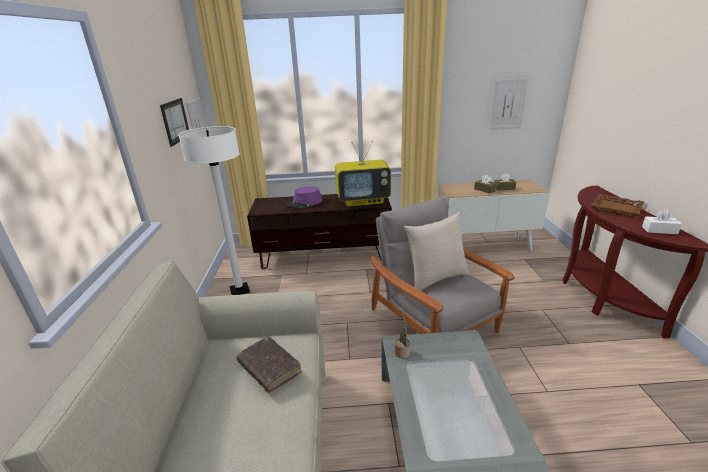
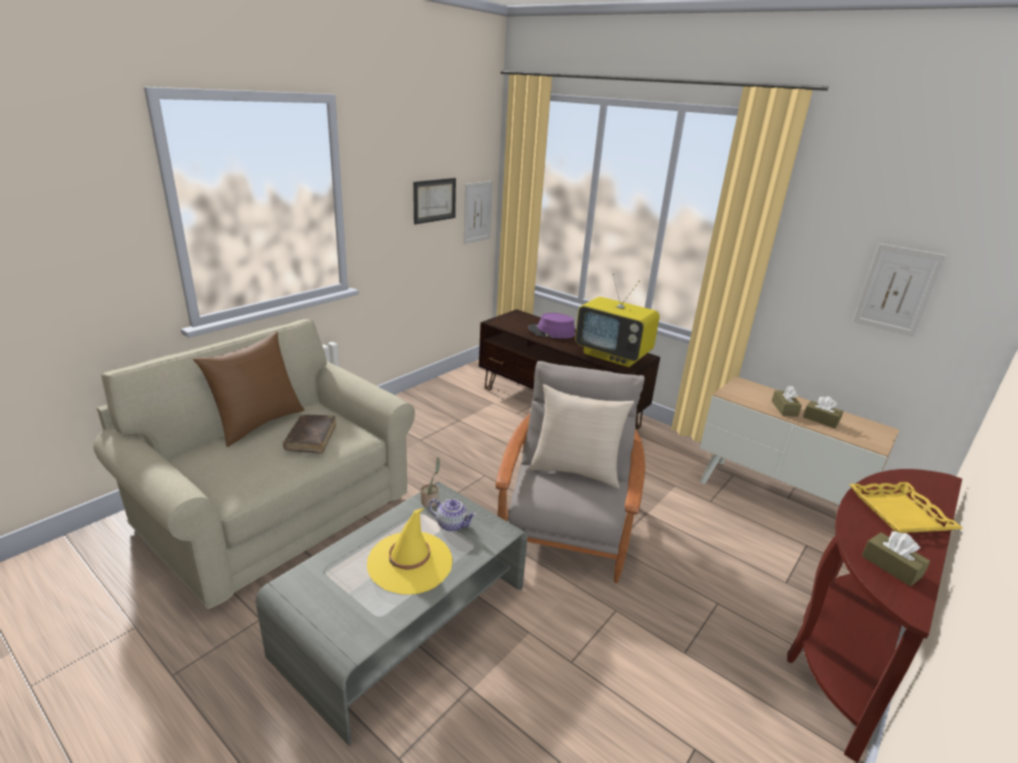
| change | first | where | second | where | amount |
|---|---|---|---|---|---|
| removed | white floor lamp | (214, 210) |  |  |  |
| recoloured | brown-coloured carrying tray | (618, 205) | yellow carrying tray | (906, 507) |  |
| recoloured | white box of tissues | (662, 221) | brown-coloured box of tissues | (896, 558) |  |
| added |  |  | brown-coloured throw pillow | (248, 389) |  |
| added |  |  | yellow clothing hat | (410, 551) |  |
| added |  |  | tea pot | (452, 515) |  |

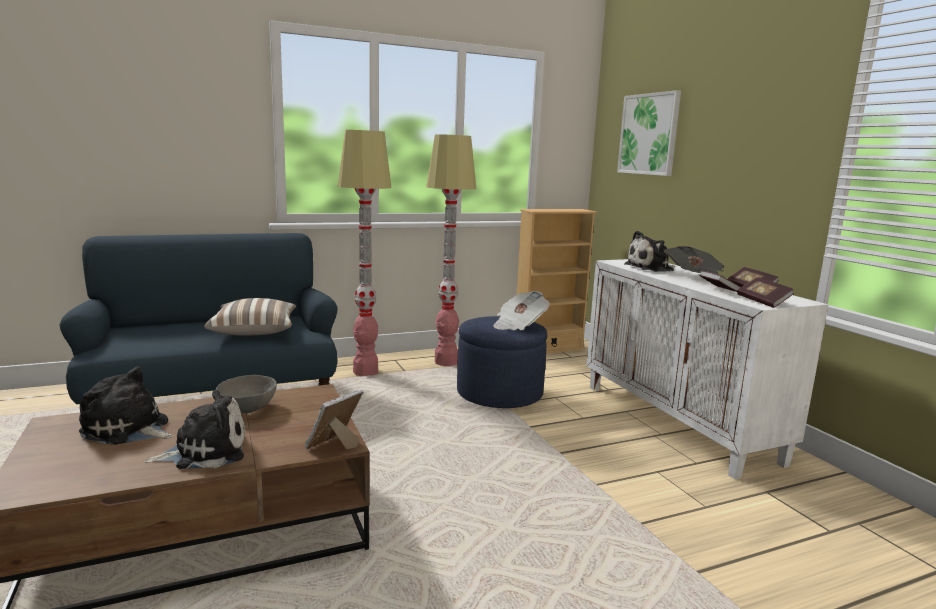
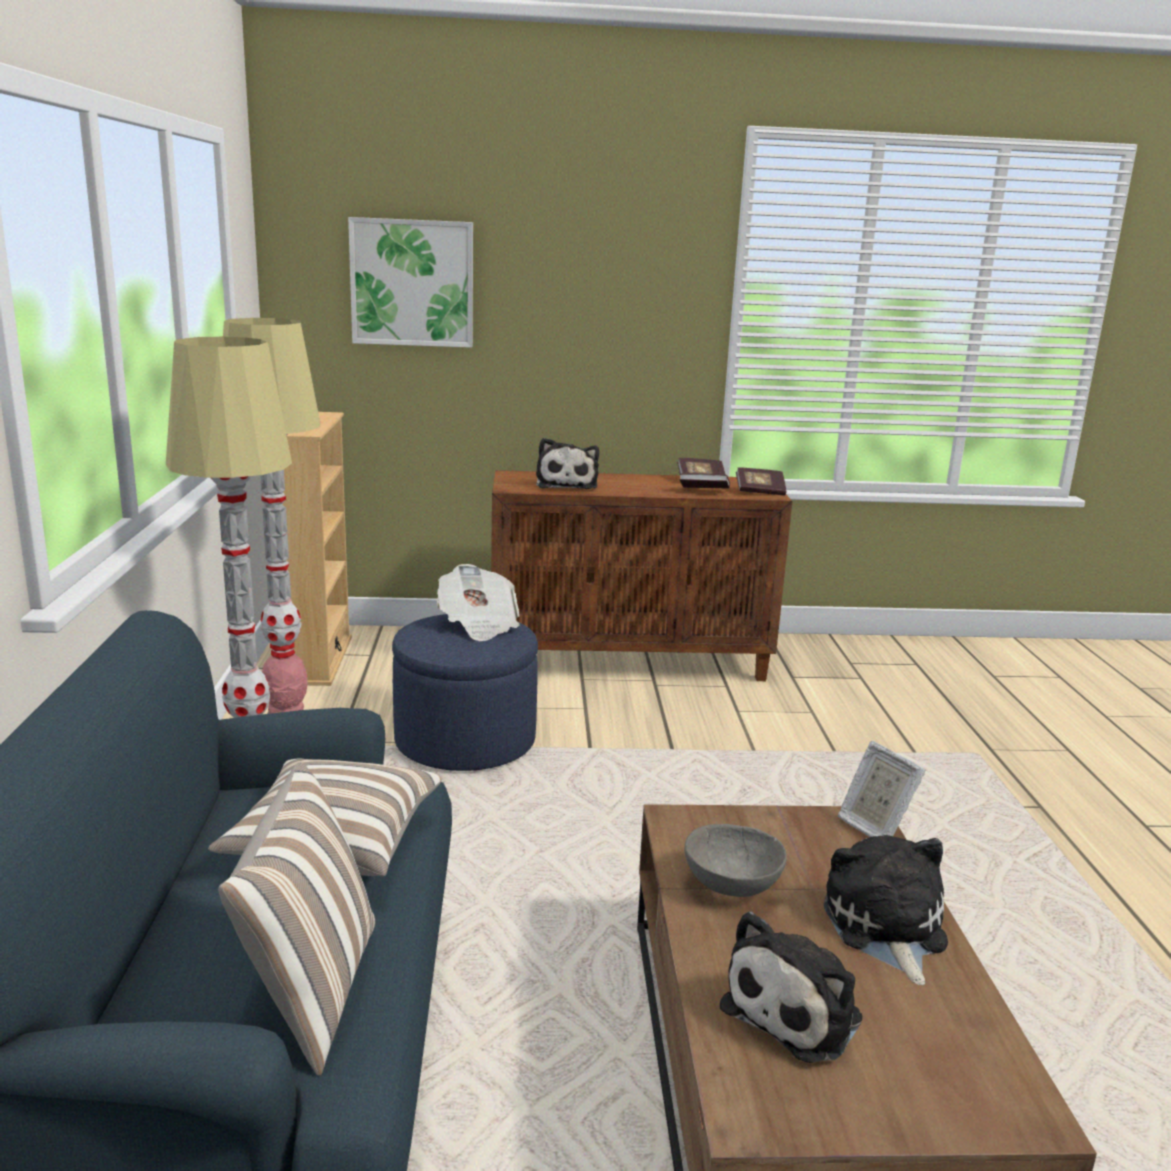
| change | first | where | second | where | amount |
|---|---|---|---|---|---|
| recoloured | white cabinet | (707, 369) | brown-coloured cabinet | (642, 575) |  |
| removed | daily paper | (694, 260) |  |  |  |
| added |  |  | throw pillow | (296, 918) |  |

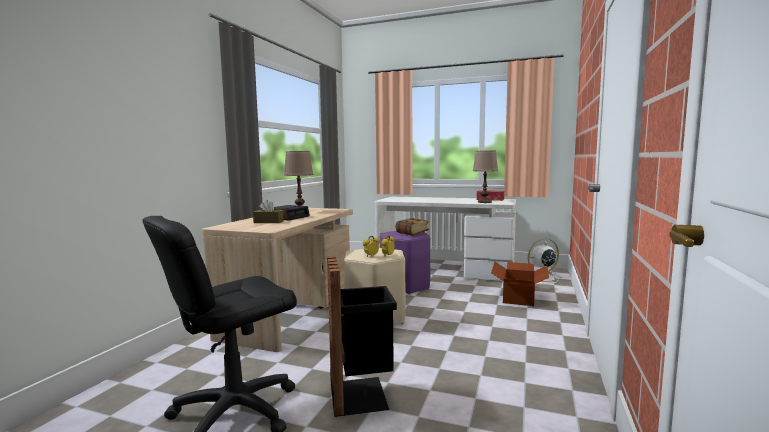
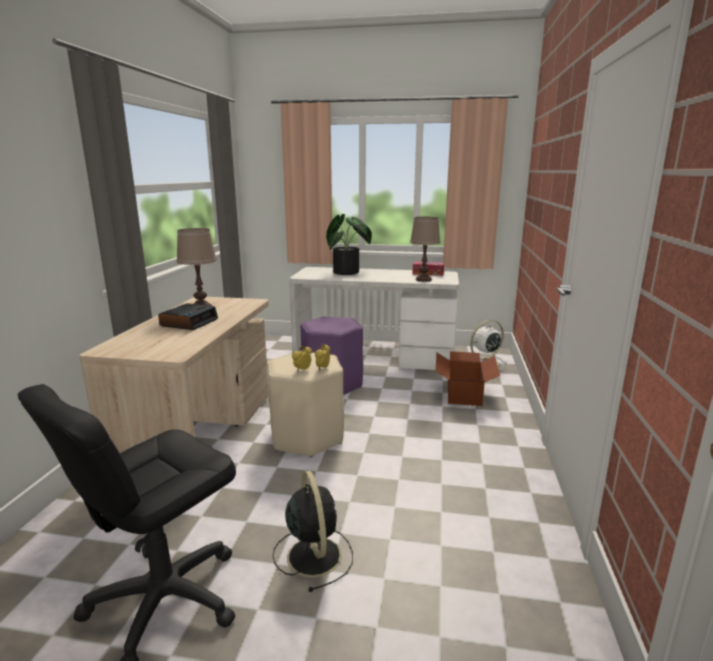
| change | first | where | second | where | amount |
|---|---|---|---|---|---|
| removed | brown-coloured box of tissues | (268, 211) |  |  |  |
| replaced | black waste bin | (362, 336) | black fan | (313, 531) |  |
| removed | bound book | (412, 227) |  |  |  |
| added |  |  | plant in a pot | (349, 244) |  |

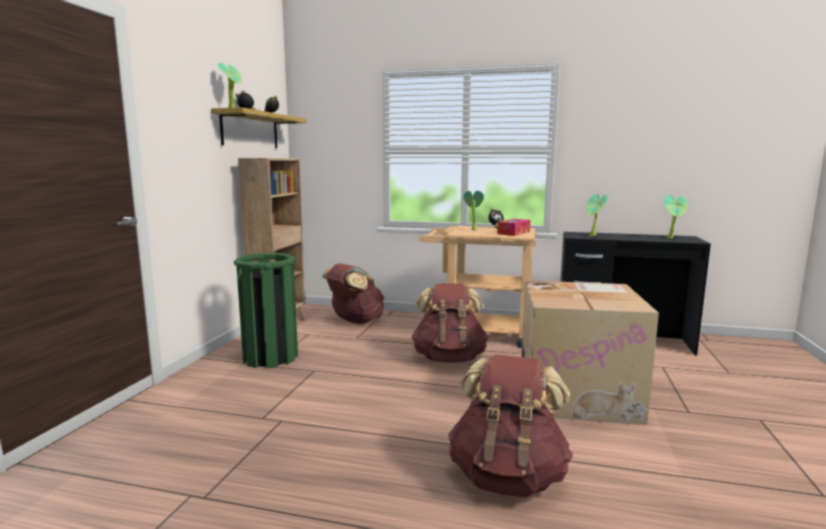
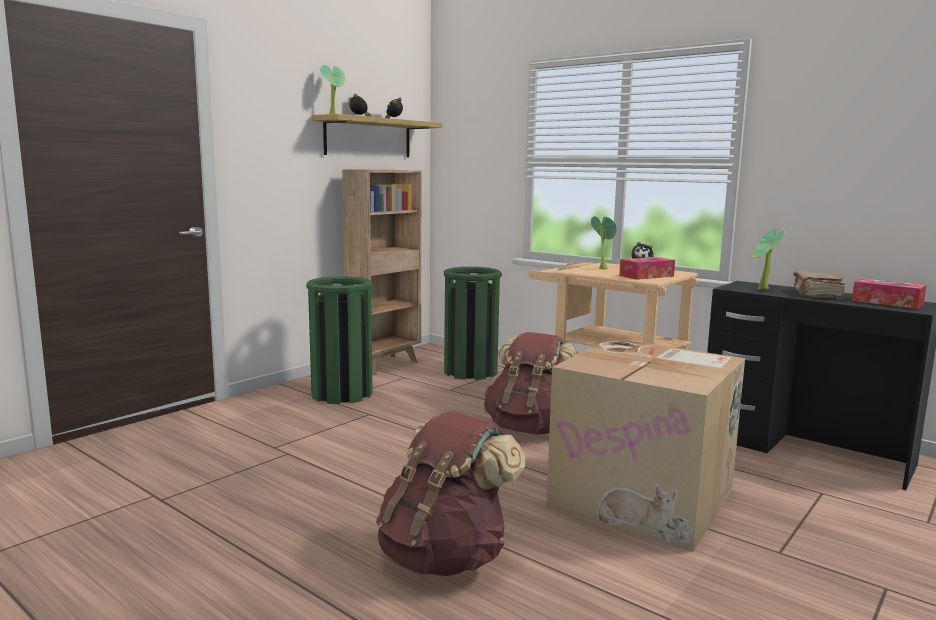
| change | first | where | second | where | amount |
|---|---|---|---|---|---|
| replaced | brown-coloured backpack | (353, 293) | greenish waste bin | (473, 323) |  |
| replaced | plant in a pot | (676, 216) | box of tissues | (889, 293) |  |
| added |  |  | brown-coloured bound book | (819, 285) |  |

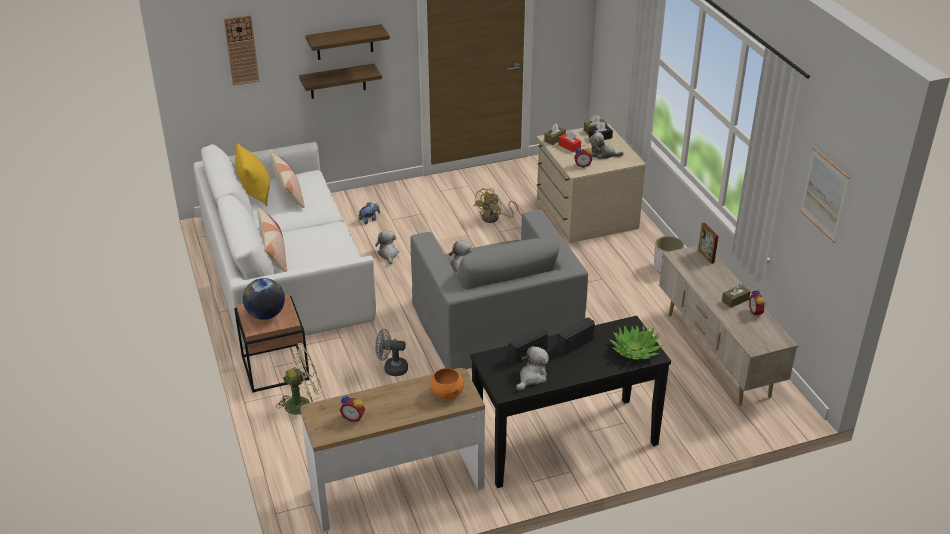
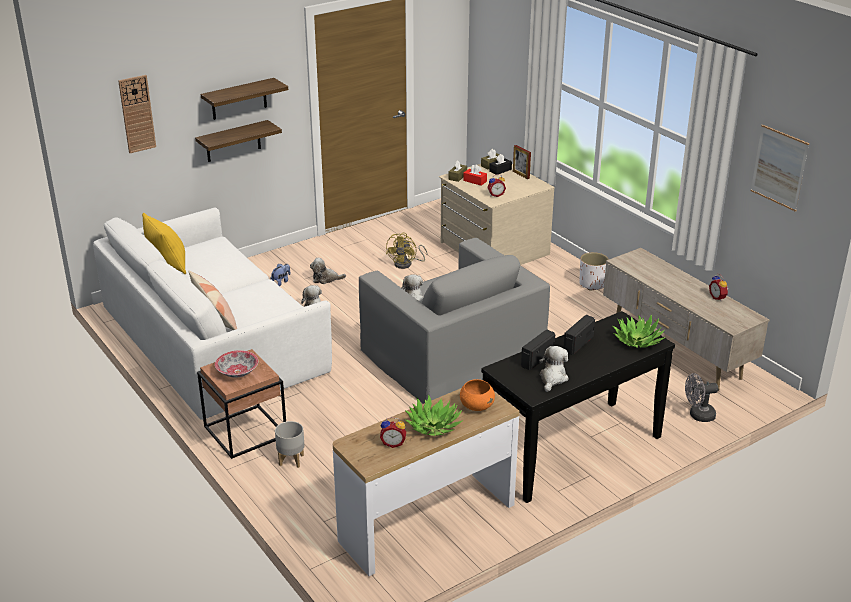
| change | first | where | second | where | amount |
|---|---|---|---|---|---|
| replaced | world globe | (264, 299) | bowl | (237, 364) |  |
| removed | throw pillow | (287, 179) |  |  |  |
| replaced | greenish fan | (299, 379) | gray plant pot | (290, 444) |  |
| moved | gray fan | (391, 352) |  | (701, 397) |  |
| moved | cuddly toy | (606, 145) |  | (328, 271) |  |
| moved | standing frame | (708, 243) |  | (522, 162) |  |
| removed | brown-coloured box of tissues | (736, 296) |  |  |  |
| added |  |  | plant in a pot | (434, 415) |  |

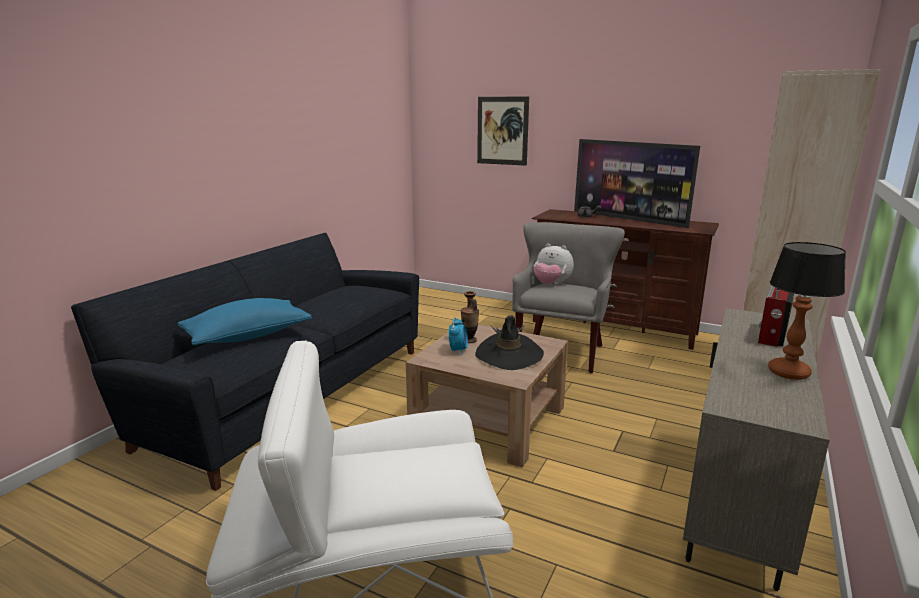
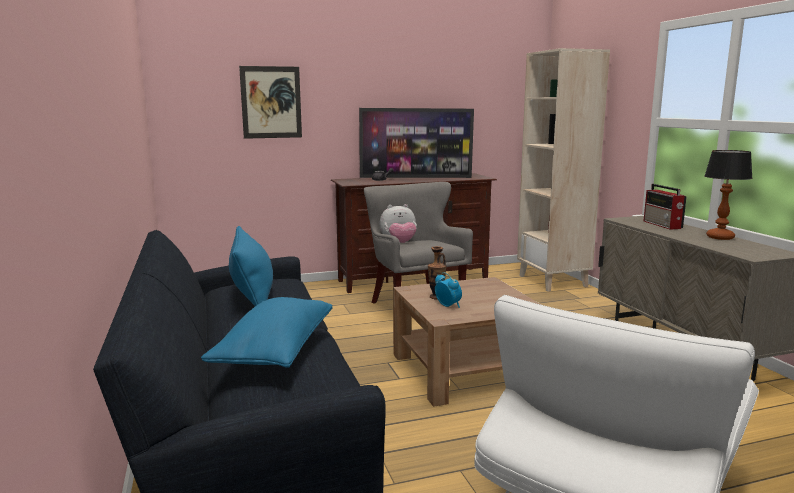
| change | first | where | second | where | amount |
|---|---|---|---|---|---|
| removed | black clothing hat | (509, 342) |  |  |  |
| added |  |  | blue-coloured throw pillow | (251, 266) |  |

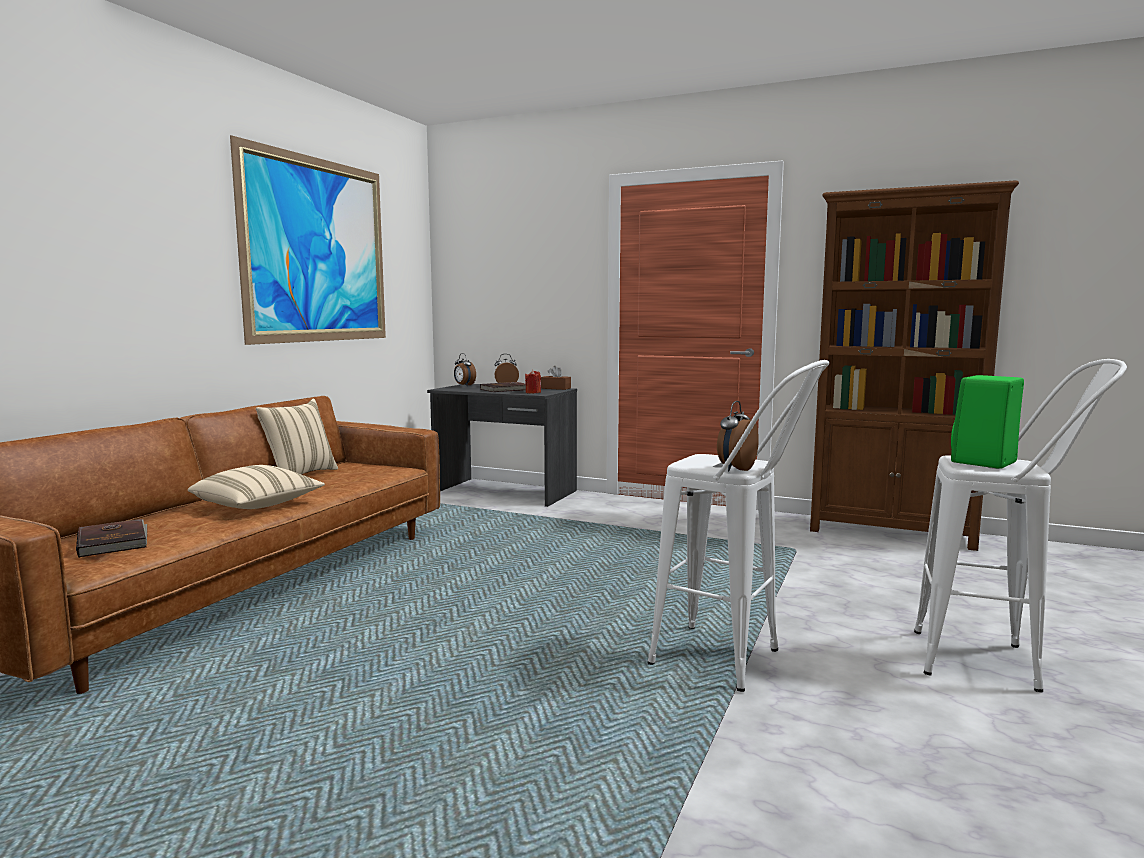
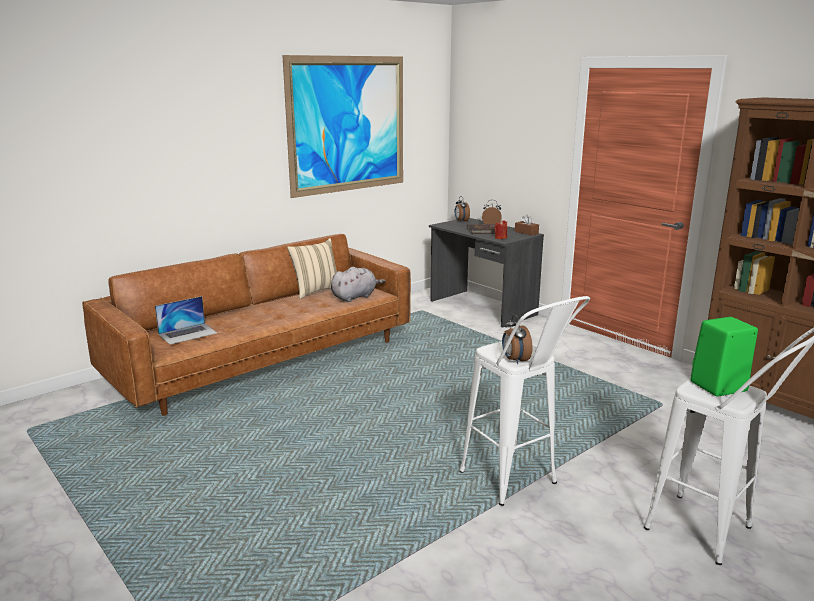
| change | first | where | second | where | amount |
|---|---|---|---|---|---|
| replaced | brown-coloured bound book | (111, 538) | portable computer | (186, 320) |  |
| removed | beige-coloured throw pillow | (256, 487) |  |  |  |
| turned | bedside clock | (738, 436) |  | (517, 339) | 75 degrees counterclockwise |
| added |  |  | gray cuddly toy | (358, 284) |  |

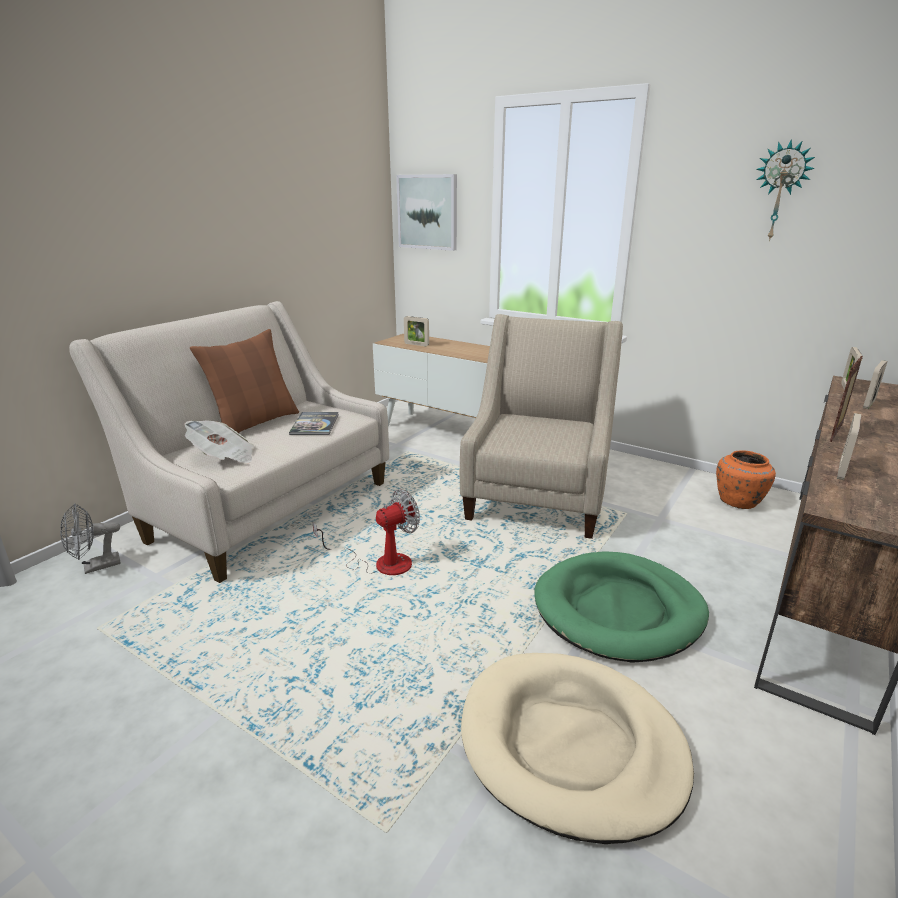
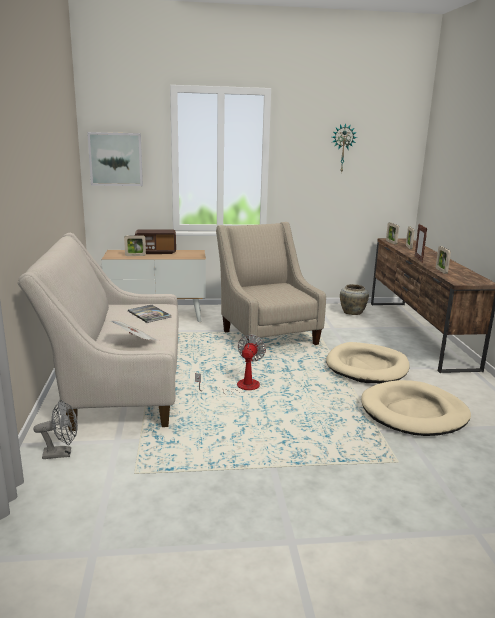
| change | first | where | second | where | amount |
|---|---|---|---|---|---|
| turned | gray fan | (90, 538) |  | (55, 429) | 120 degrees counterclockwise |
| removed | brown-coloured throw pillow | (244, 381) |  |  |  |
| recoloured | greenish dog bed | (621, 607) | beige-coloured dog bed | (368, 362) |  |
| recoloured | orange-coloured decorative vase | (746, 479) | beige-coloured decorative vase | (354, 299) |  |
| added |  |  | radio set | (155, 241) |  |

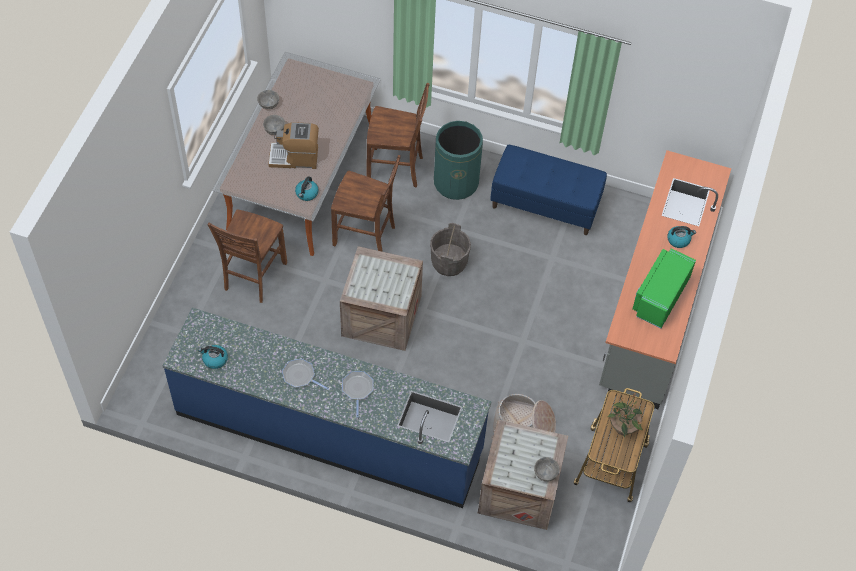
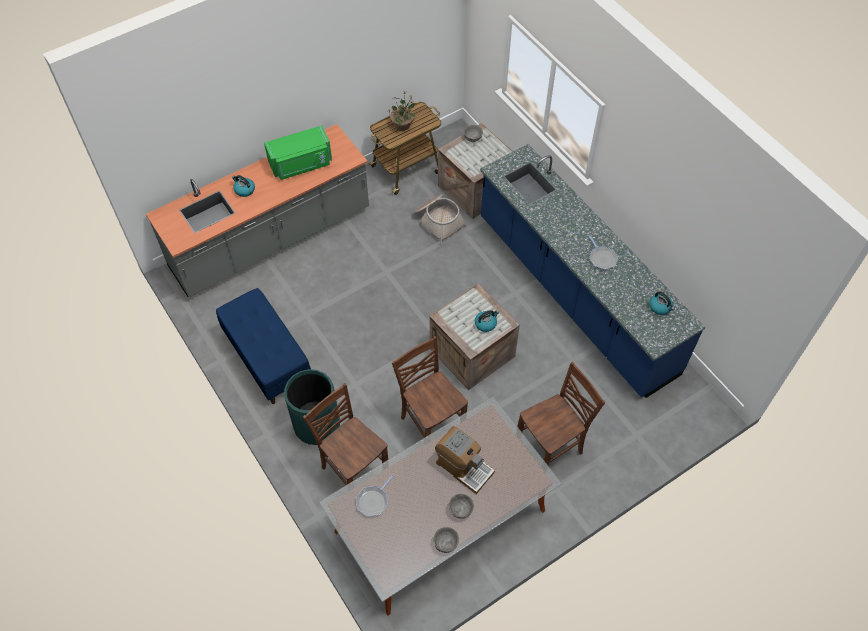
| change | first | where | second | where | amount |
|---|---|---|---|---|---|
| moved | kettle | (307, 188) |  | (487, 321) |  |
| moved | pan | (357, 394) |  | (375, 495) |  |
| removed | gray water bucket | (450, 249) |  |  |  |

